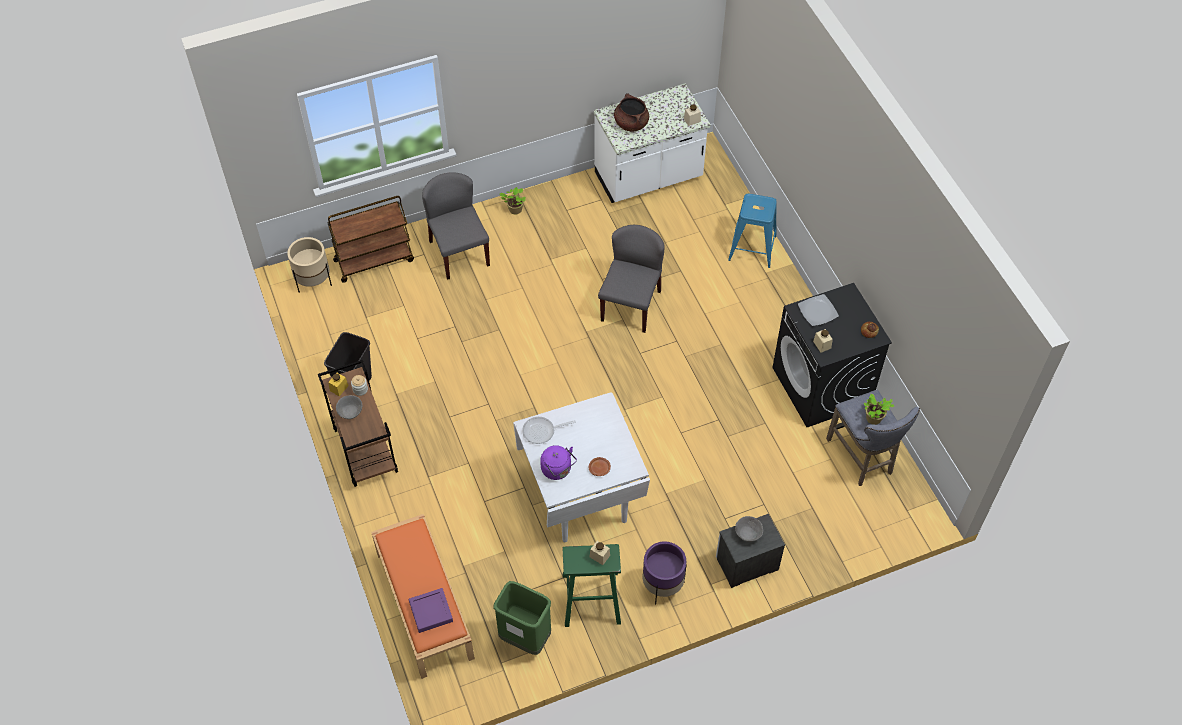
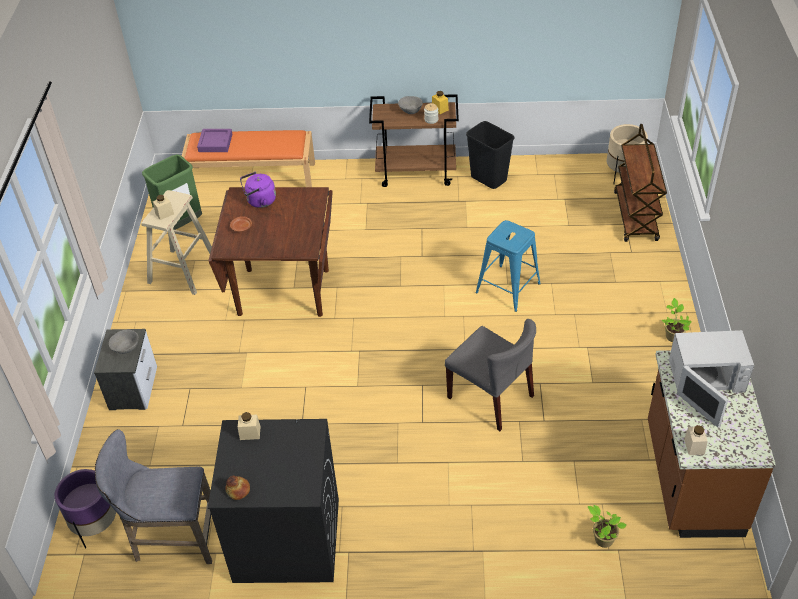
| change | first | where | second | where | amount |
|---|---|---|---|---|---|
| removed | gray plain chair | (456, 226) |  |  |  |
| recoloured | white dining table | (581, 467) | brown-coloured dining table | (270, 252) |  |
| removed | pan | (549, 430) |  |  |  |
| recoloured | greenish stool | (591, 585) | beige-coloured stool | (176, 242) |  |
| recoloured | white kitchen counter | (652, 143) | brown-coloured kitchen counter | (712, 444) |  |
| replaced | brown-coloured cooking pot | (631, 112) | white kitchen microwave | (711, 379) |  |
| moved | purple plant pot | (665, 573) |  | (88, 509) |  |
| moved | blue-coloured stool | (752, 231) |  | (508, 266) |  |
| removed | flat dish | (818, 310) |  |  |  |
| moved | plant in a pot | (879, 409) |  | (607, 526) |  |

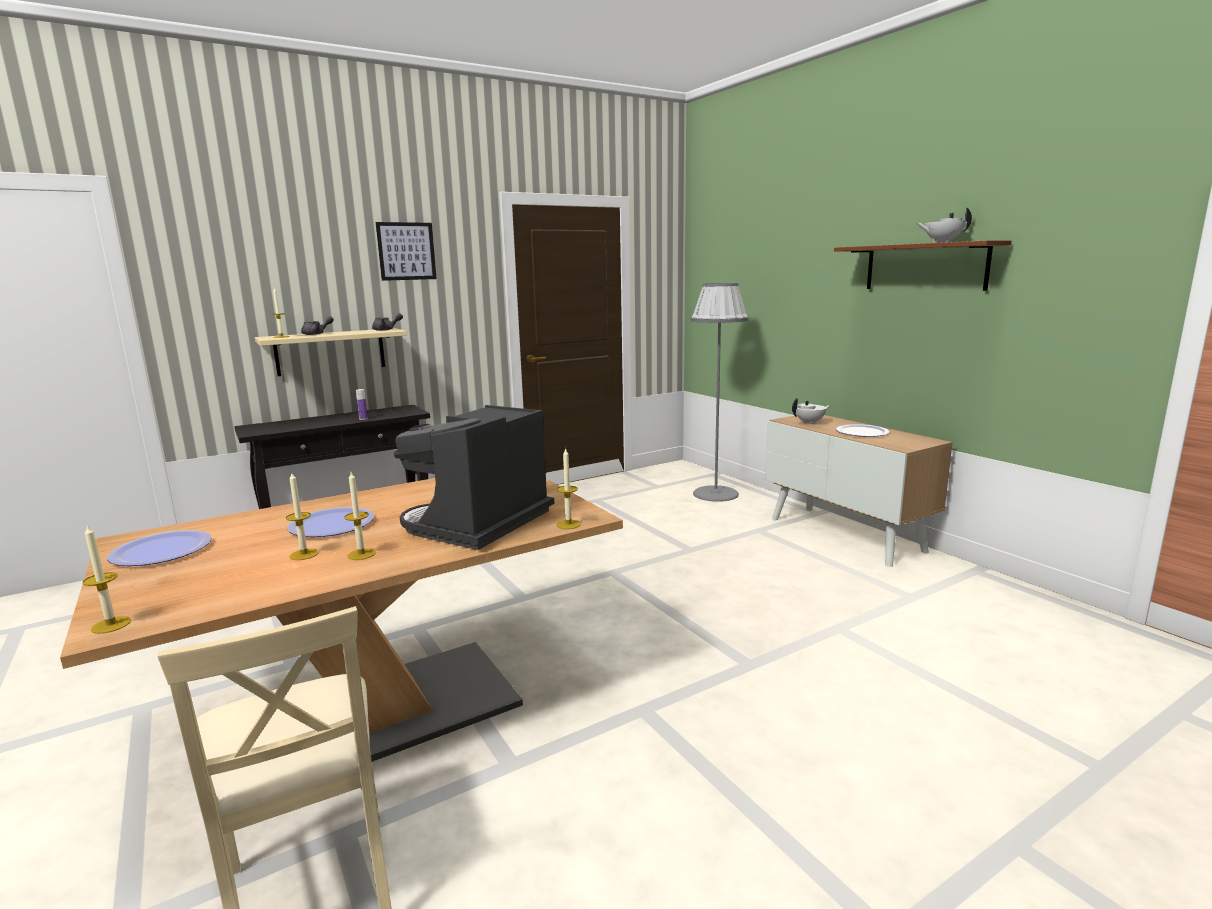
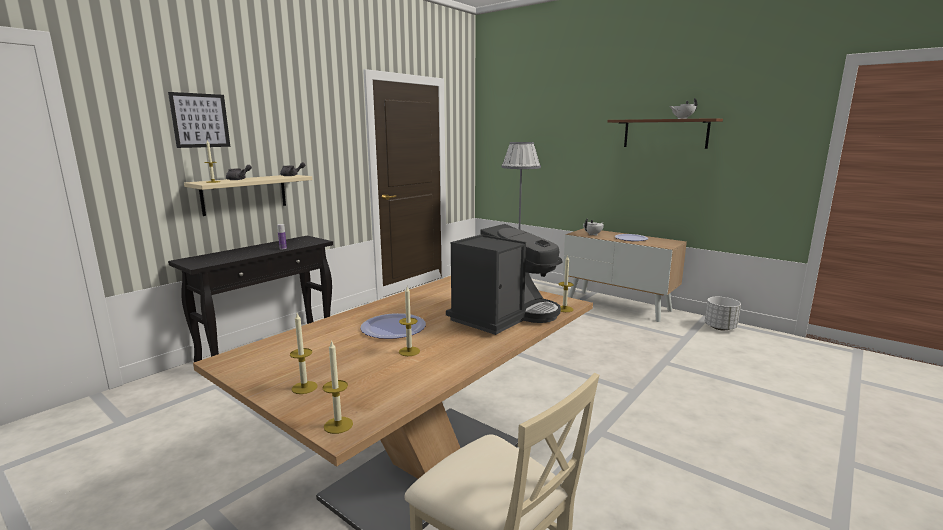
| change | first | where | second | where | amount |
|---|---|---|---|---|---|
| removed | flat dish | (159, 548) |  |  |  |
| moved | wax candle | (360, 516) |  | (303, 353) |  |
| moved | picture | (406, 251) |  | (199, 120) |  |
| turned | coffee brewer | (474, 477) |  | (504, 279) | 150 degrees counterclockwise |
| added |  |  | white plant pot | (723, 313) |  |

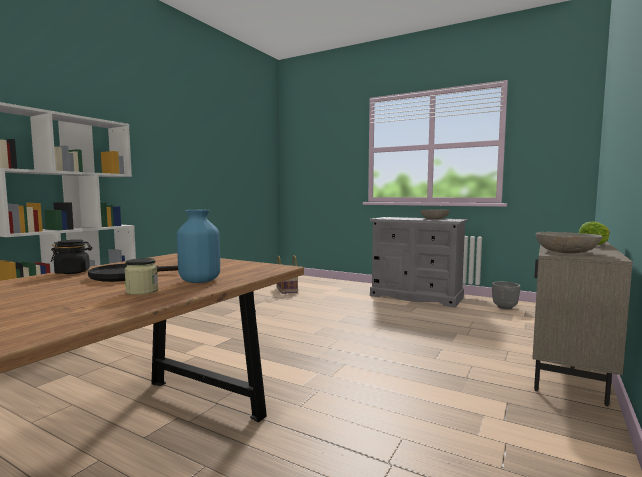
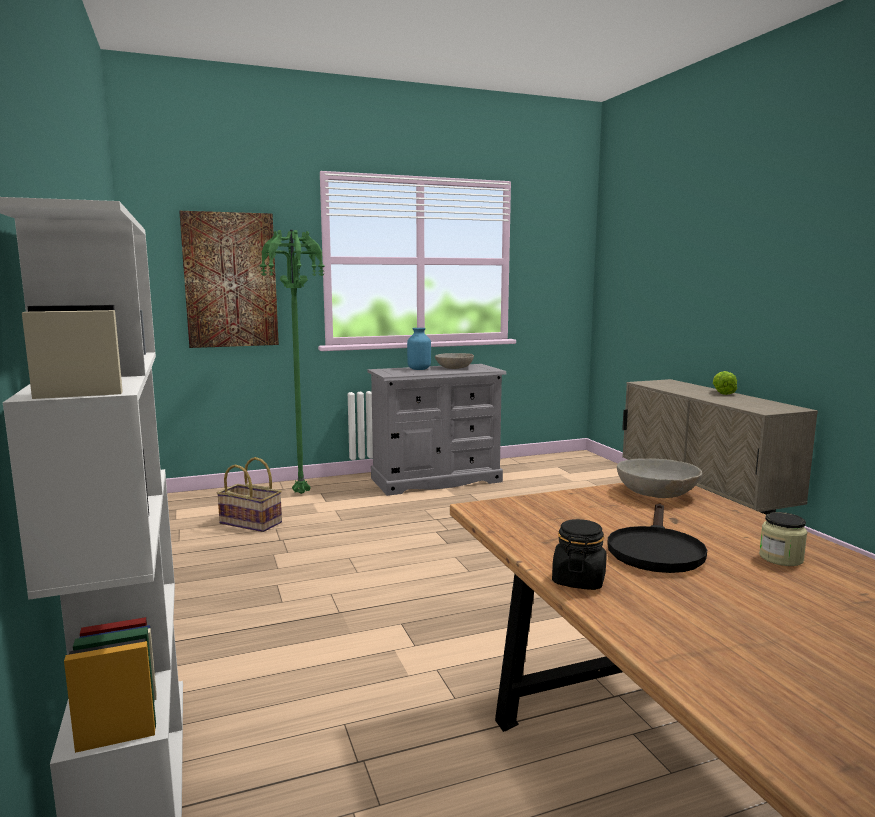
| change | first | where | second | where | amount |
|---|---|---|---|---|---|
| moved | blue-coloured decorative vase | (198, 246) |  | (419, 349) |  |
| removed | gray plant pot | (506, 295) |  |  |  |
| moved | gray bowl | (569, 242) |  | (659, 478) |  |
| added |  |  | picture | (229, 279) |  |
| added |  |  | greenish floor lamp | (292, 362) |  |

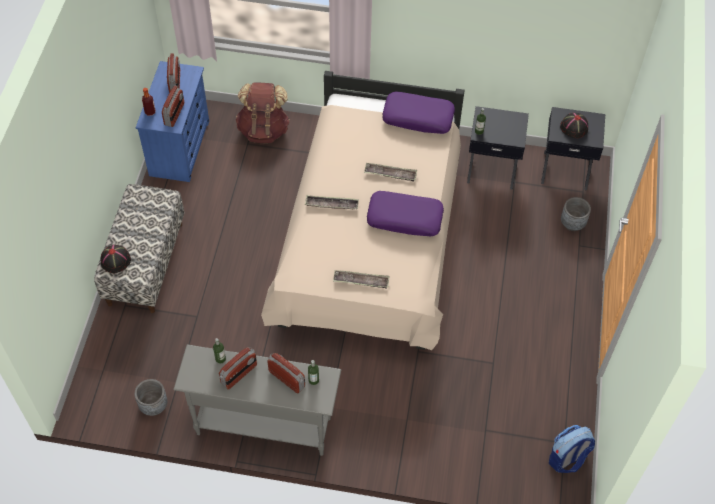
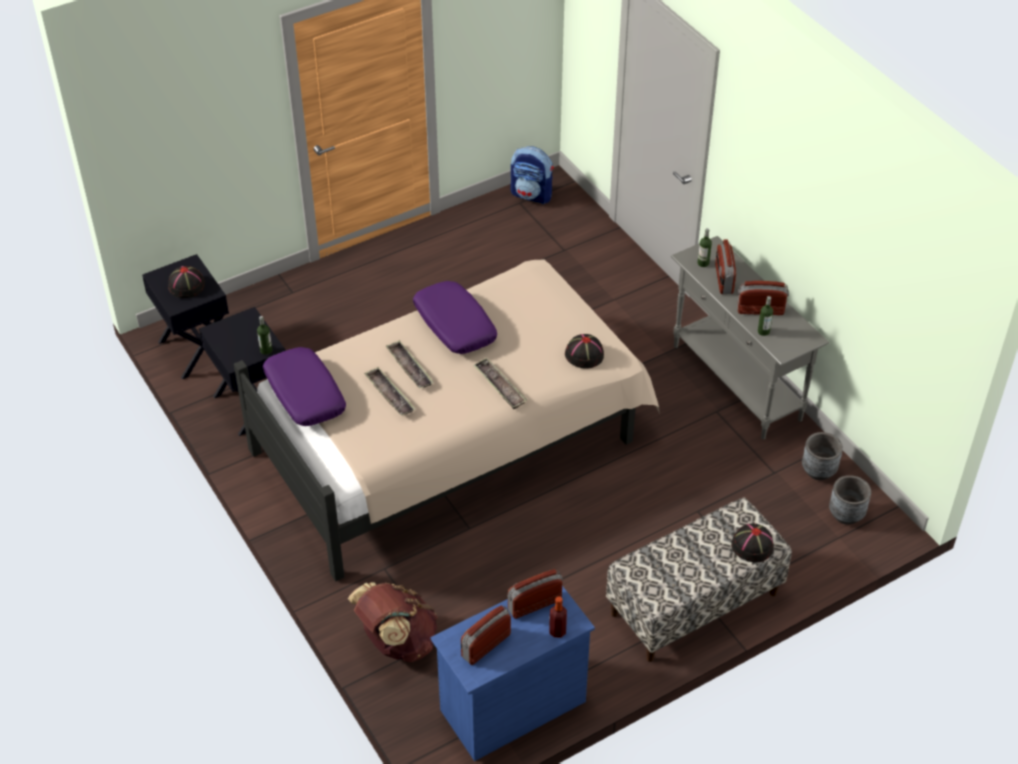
| change | first | where | second | where | amount |
|---|---|---|---|---|---|
| moved | carrying tray | (361, 279) |  | (389, 391) |  |
| moved | gray plant pot | (576, 214) |  | (850, 500) |  |
| added |  |  | black clothing hat | (584, 351) |  |

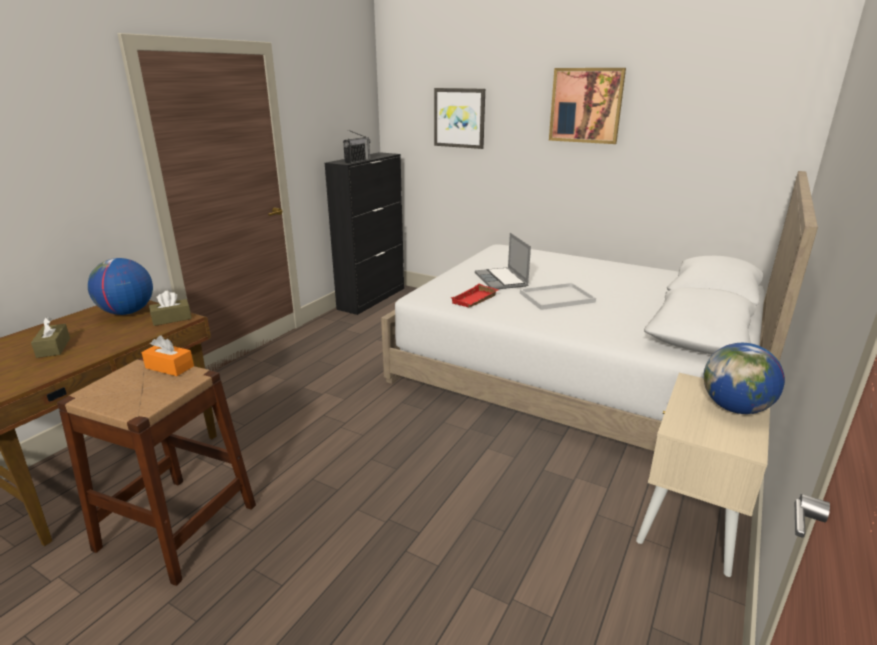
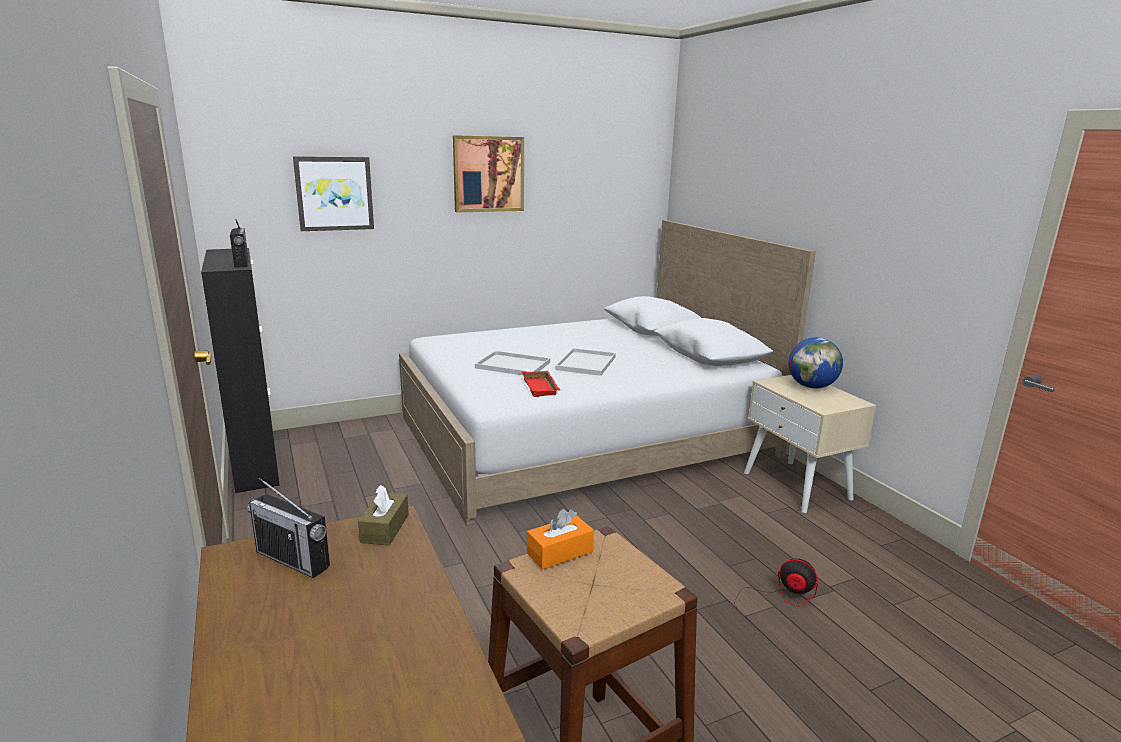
| change | first | where | second | where | amount |
|---|---|---|---|---|---|
| removed | brown-coloured box of tissues | (50, 337) |  |  |  |
| replaced | world globe | (120, 286) | radio set | (288, 528) |  |
| replaced | portable computer | (503, 261) | white carrying tray | (512, 363) |  |
| added |  |  | fan | (776, 599) |  |

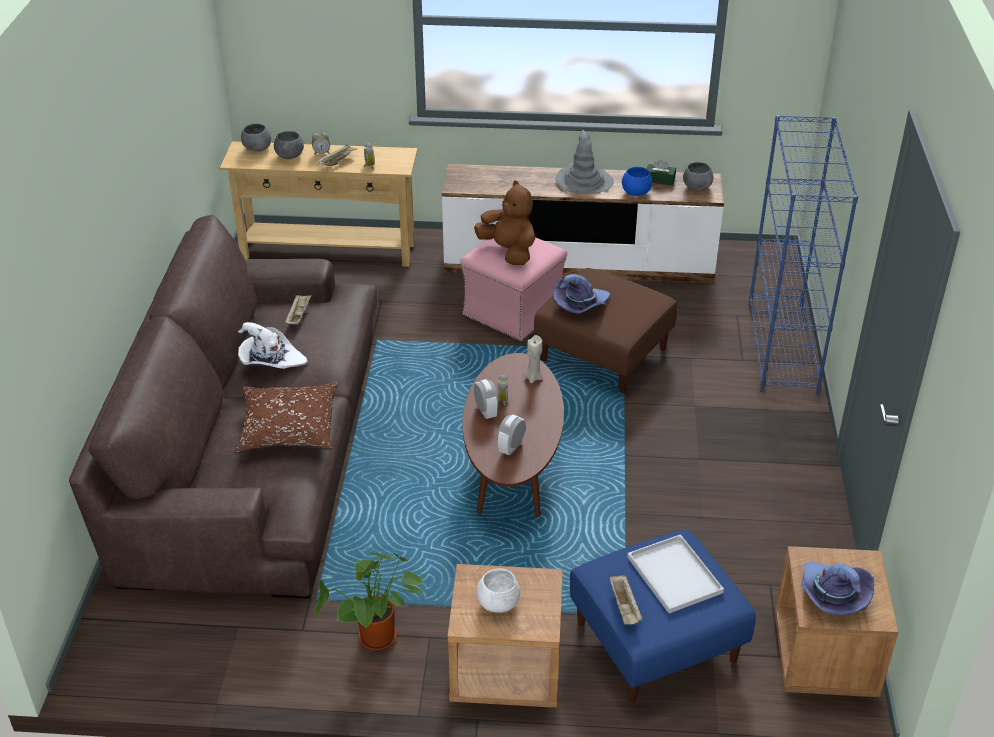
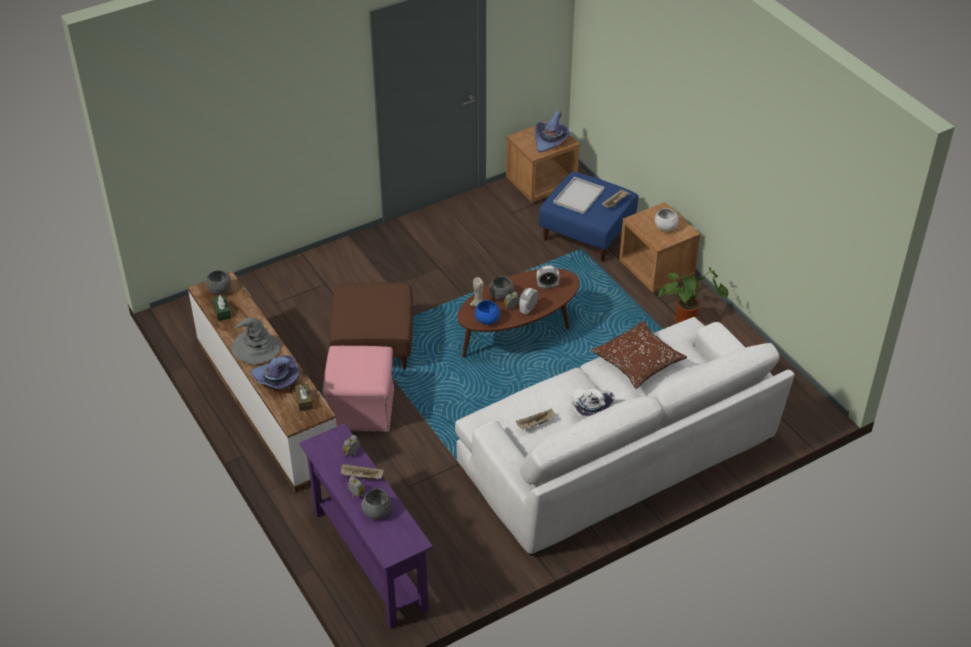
| change | first | where | second | where | amount |
|---|---|---|---|---|---|
| recoloured | brown-coloured couch | (223, 407) | white couch | (625, 436) |  |
| recoloured | beige-coloured console table | (319, 204) | purple console table | (366, 526) |  |
| moved | gray bowl | (256, 138) |  | (501, 288) |  |
| removed | brown-coloured cuddly toy | (504, 222) |  |  |  |
| moved | purple clothing hat | (581, 294) |  | (275, 372) |  |
| moved | blue-coloured bowl | (637, 181) |  | (487, 312) |  |
| removed | blue-coloured shelving unit | (803, 255) |  |  |  |
| added |  |  | brown-coloured box of tissues | (304, 397) |  |

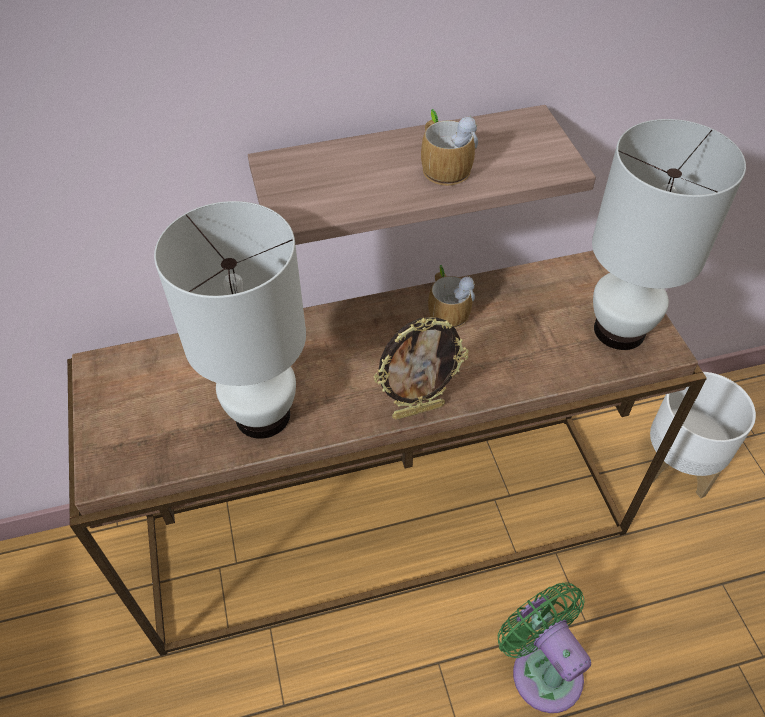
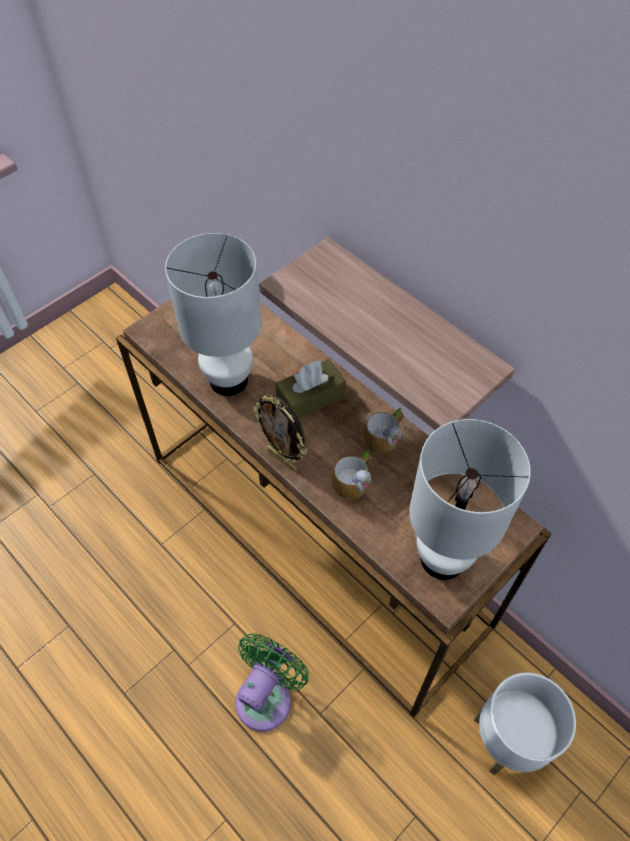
| change | first | where | second | where | amount |
|---|---|---|---|---|---|
| moved | coffee mug | (449, 147) |  | (352, 475) |  |
| added |  |  | brown-coloured box of tissues | (310, 389) |  |

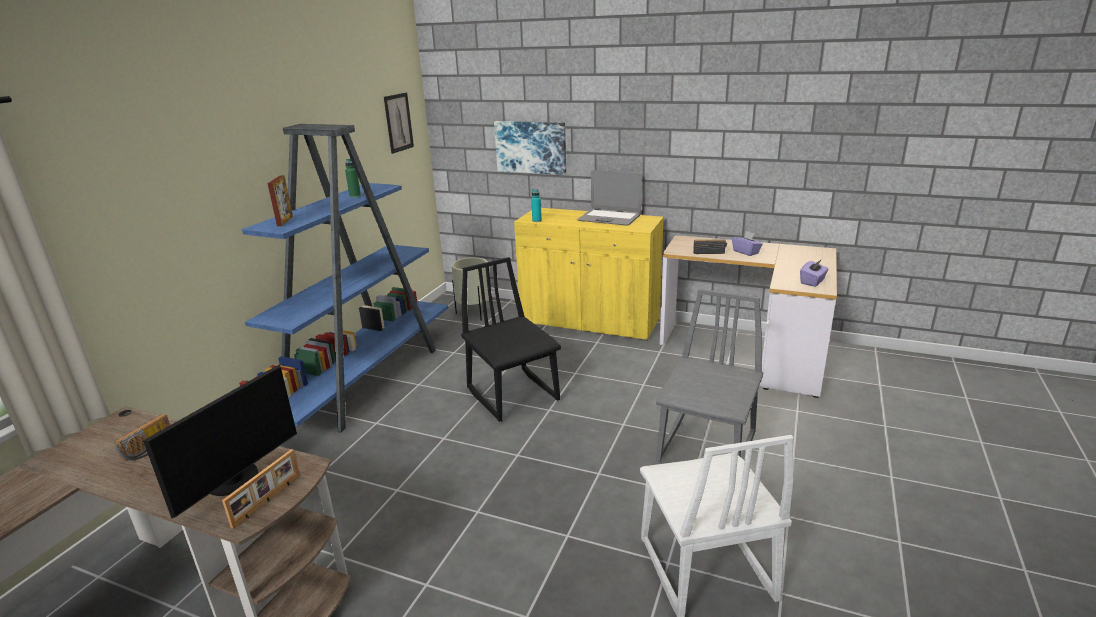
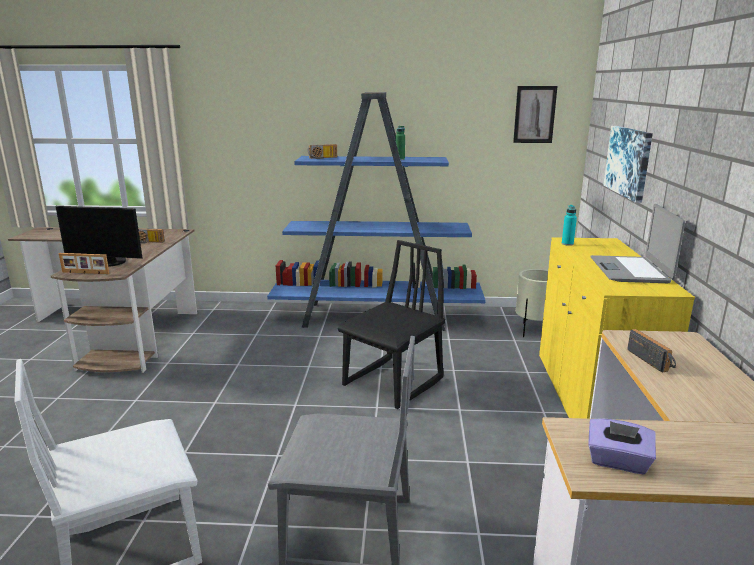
| change | first | where | second | where | amount |
|---|---|---|---|---|---|
| replaced | standing frame | (280, 200) | radio set | (322, 151) |  |
| removed | purple box of tissues | (747, 243) |  |  |  |

